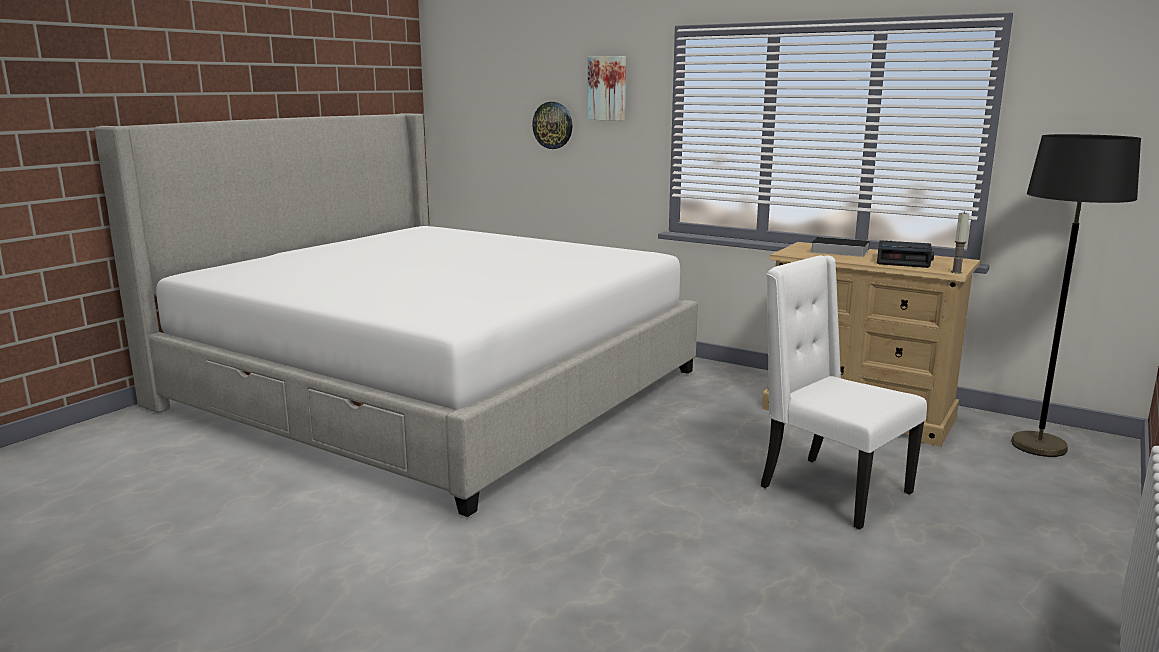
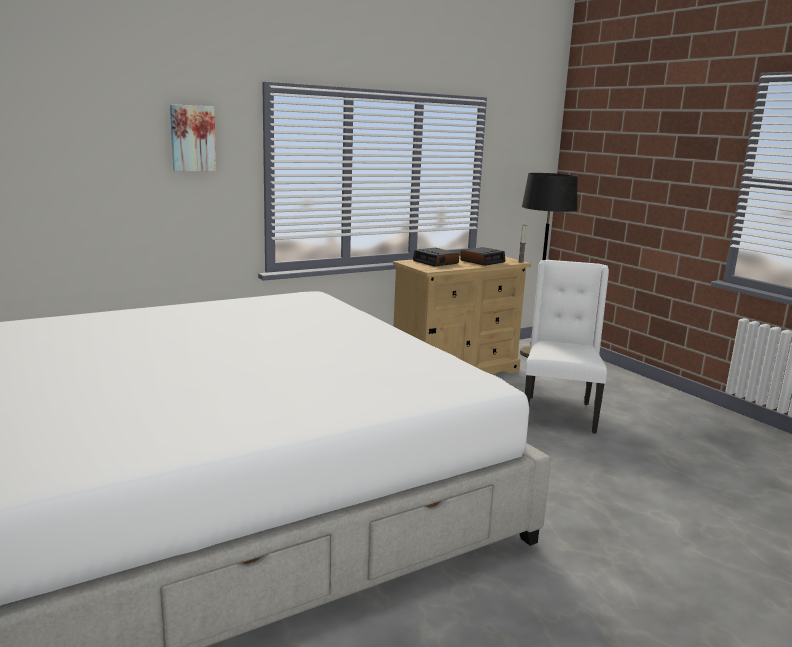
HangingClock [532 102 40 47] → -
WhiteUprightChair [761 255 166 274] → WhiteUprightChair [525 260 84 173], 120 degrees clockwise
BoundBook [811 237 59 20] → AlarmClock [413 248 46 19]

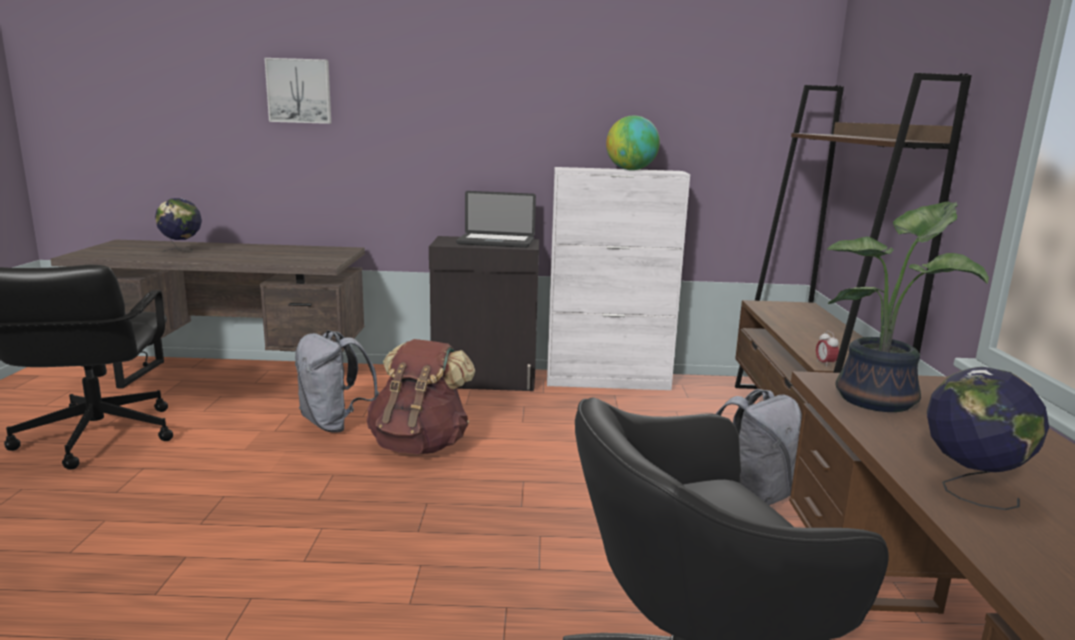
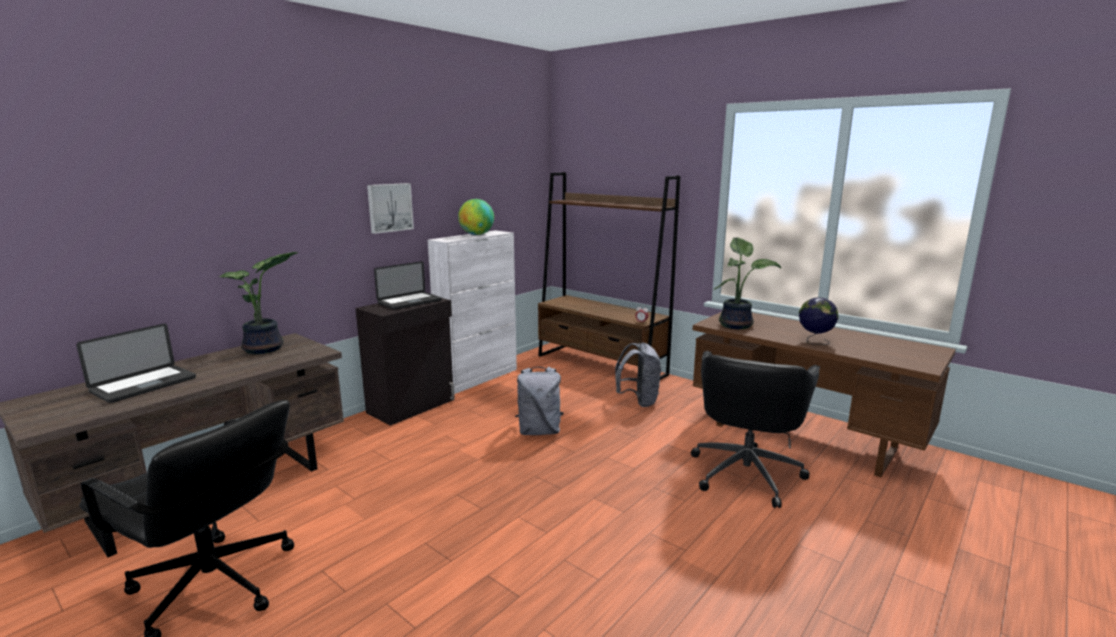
DeskGlobe [155 198 47 54] → NotebookComputer [76 324 120 79]
WallPicture [265 58 66 66] → WallPicture [367 183 47 51], moved
GreyKnapsack [295 331 84 102] → GreyKnapsack [515 367 49 68], moved
BrownishKnapsack [367 339 108 115] → -
- → PottedPlant [219 252 79 102]

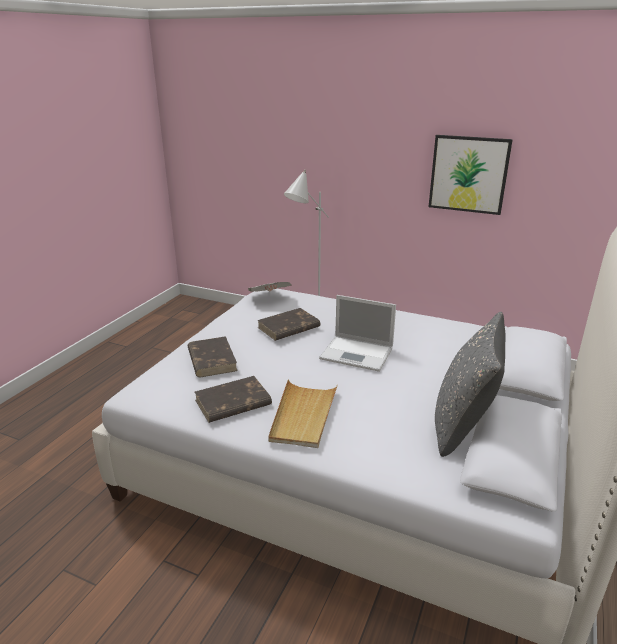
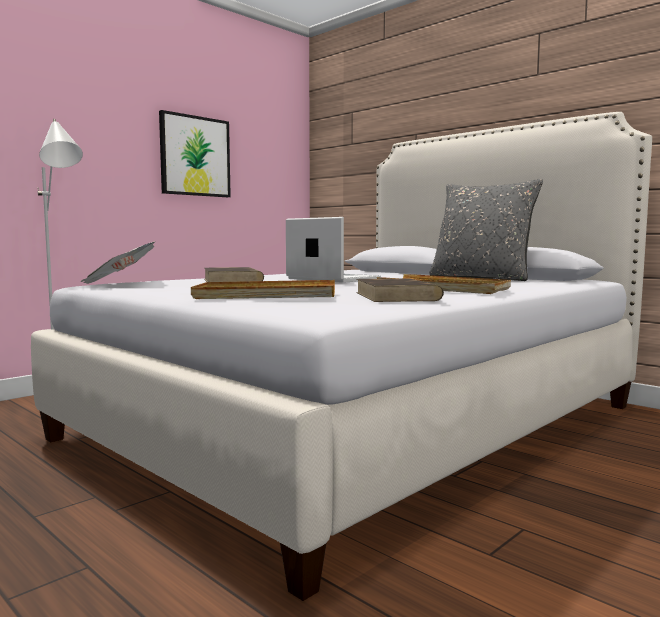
BrownishBoundBook [188 336 50 41] → SandColouredCarryingTray [191 280 144 19]
NotebookComputer [319 295 77 77] → NotebookComputer [286 217 95 66], 90 degrees counterclockwise

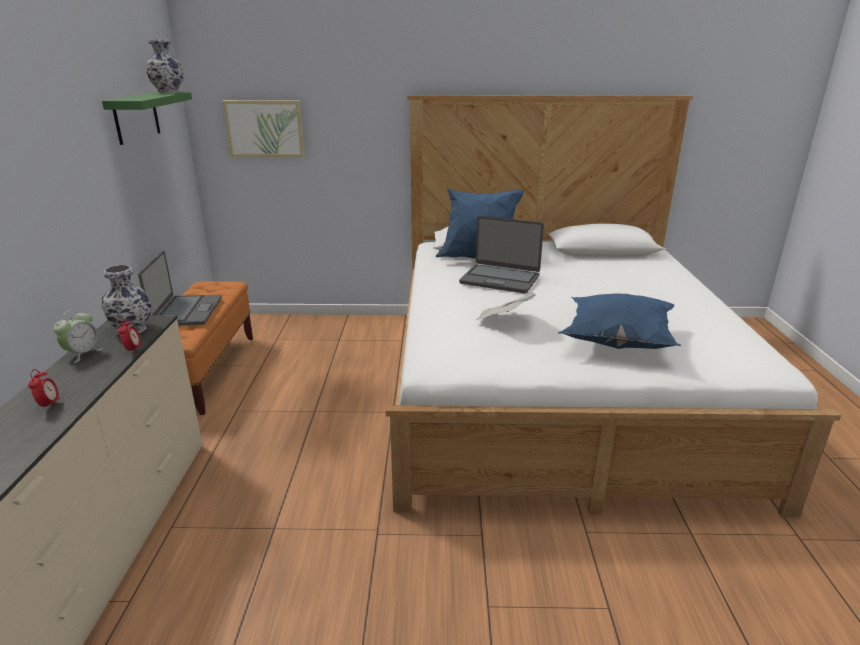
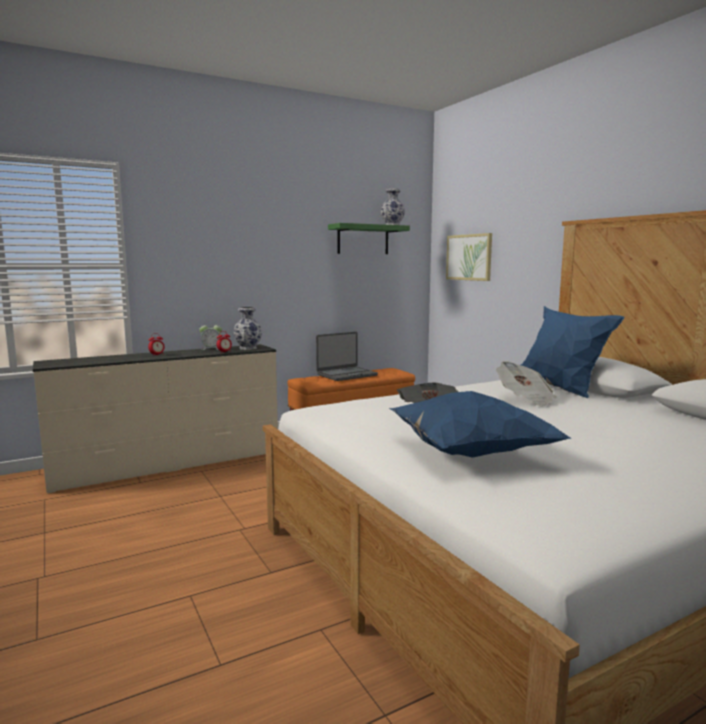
NotebookComputer [459 216 85 77] → DailyPaper [496 361 61 46]

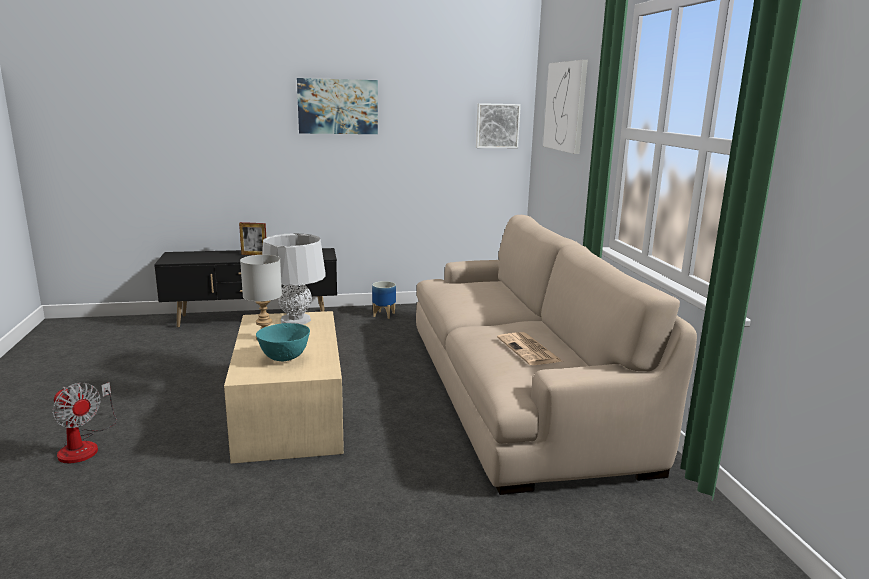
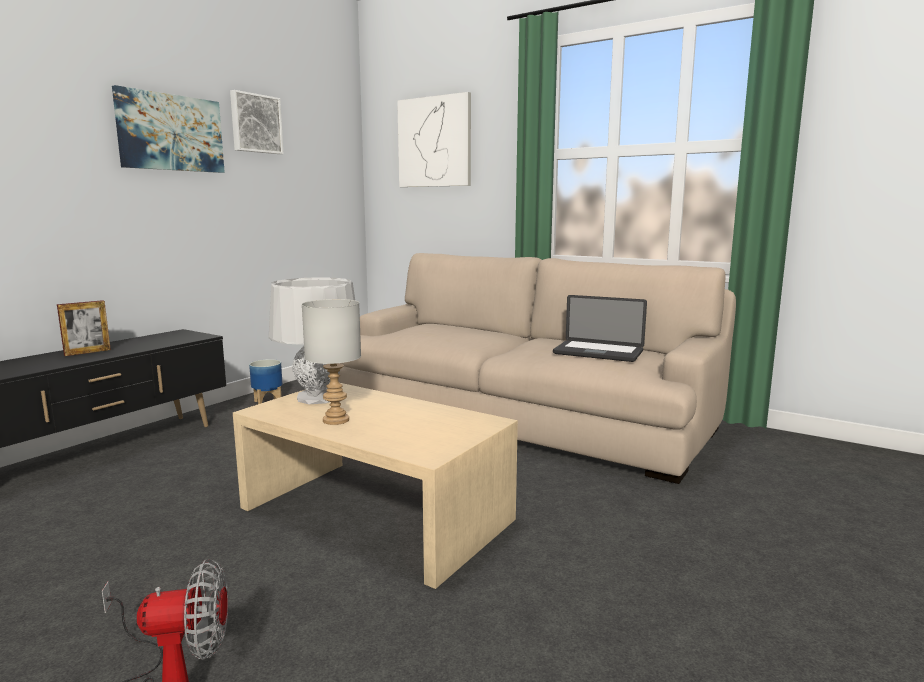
BlueGreenBowl [256 323 54 38] → -
WallPicture [476 103 45 45] → WallPicture [230 90 54 64], moved
DailyPaper [497 332 65 33] → NotebookComputer [553 295 94 67]

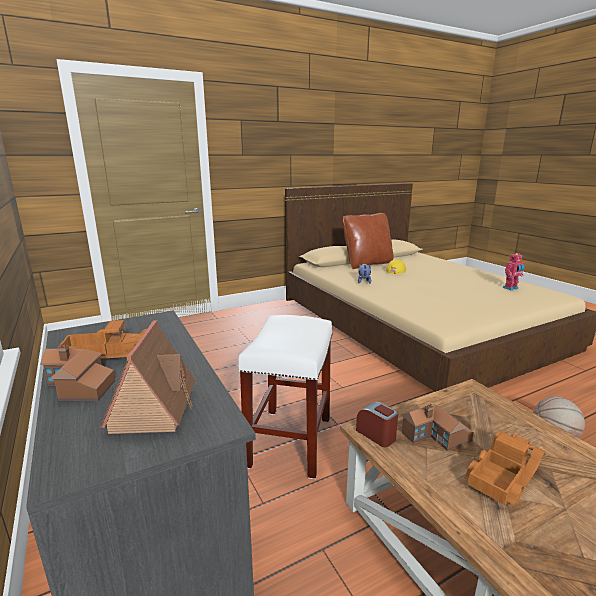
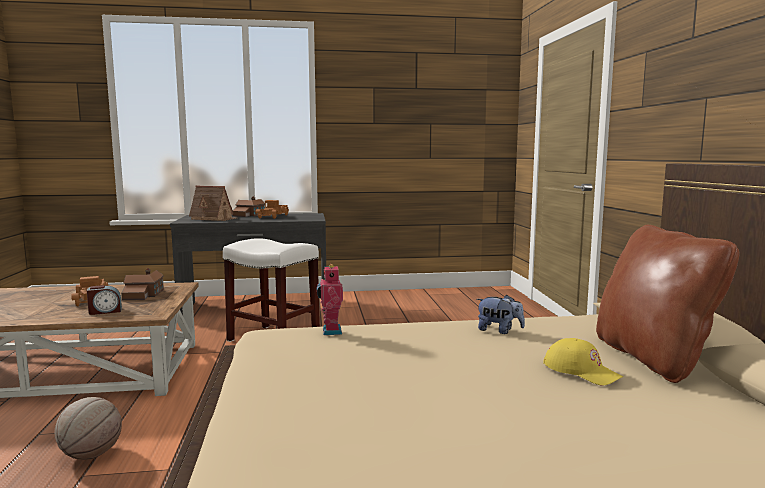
AlarmClock [356 402 42 45] → AlarmClock [87 285 35 30], moved
RobotFigure [503 253 21 37] → RobotFigure [317 264 26 71], moved

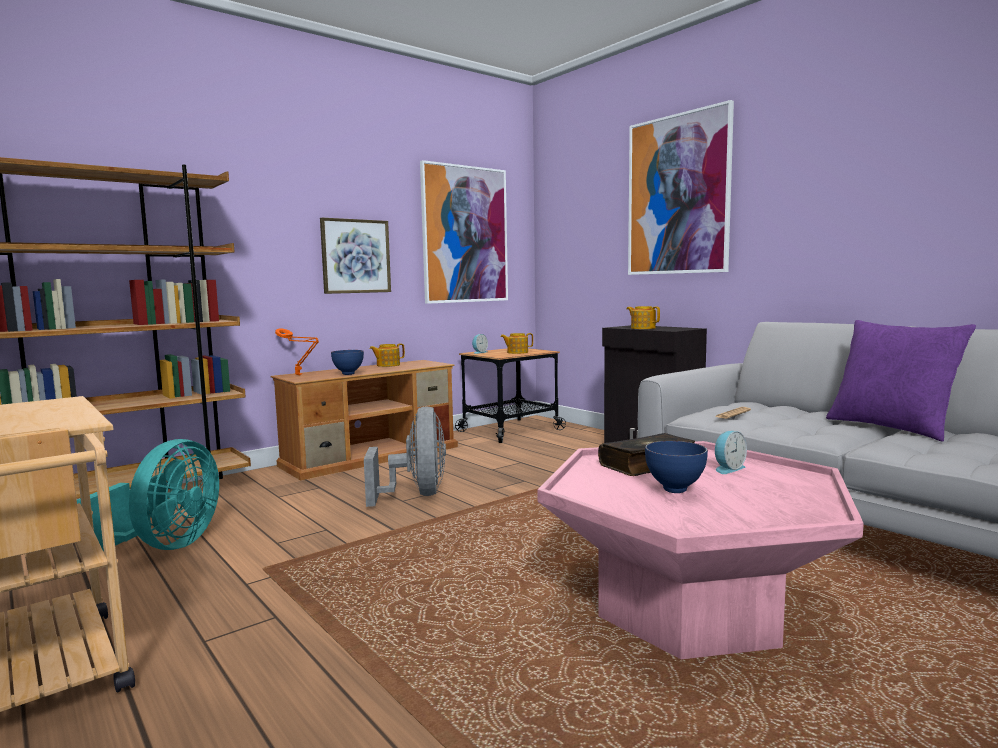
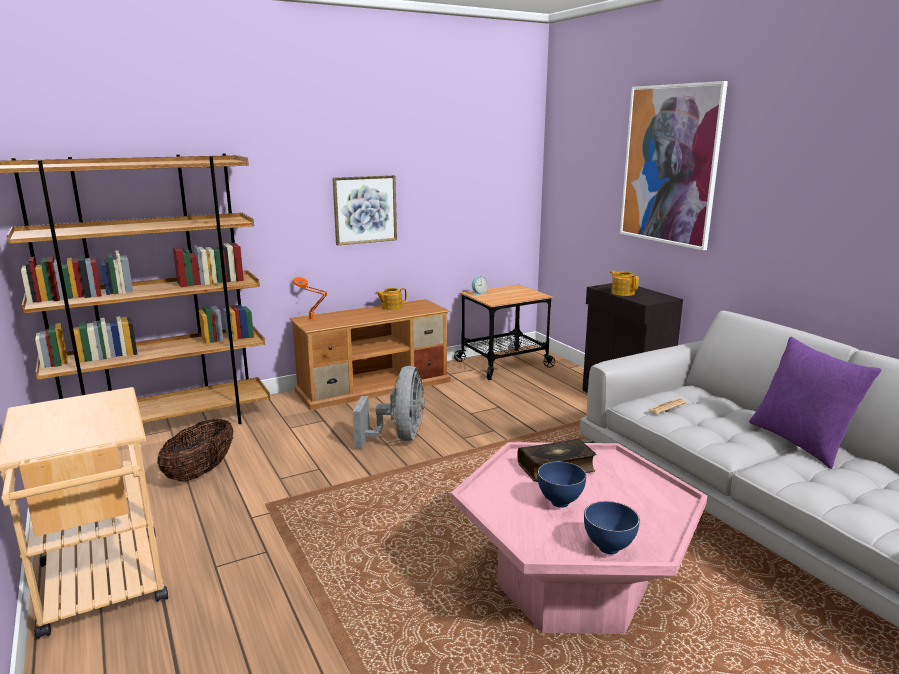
BlueGreenElectricFan [77 439 142 113] → HouseholdBasket [157 419 77 63]
BlueBowl [331 350 33 25] → BlueBowl [584 501 56 53], moved
WallPicture [420 160 88 144] → -
TeaPot [501 333 32 21] → -
AlarmClock [715 431 32 43] → -

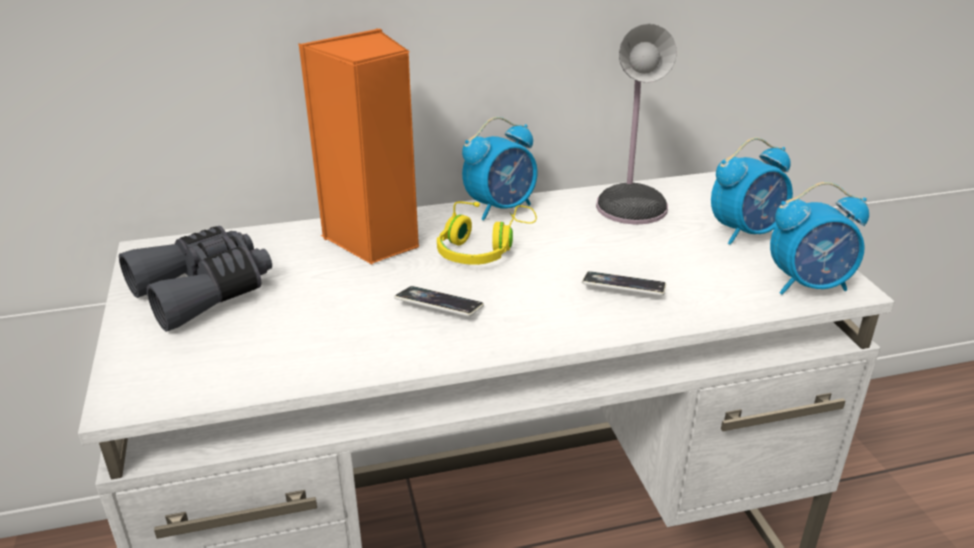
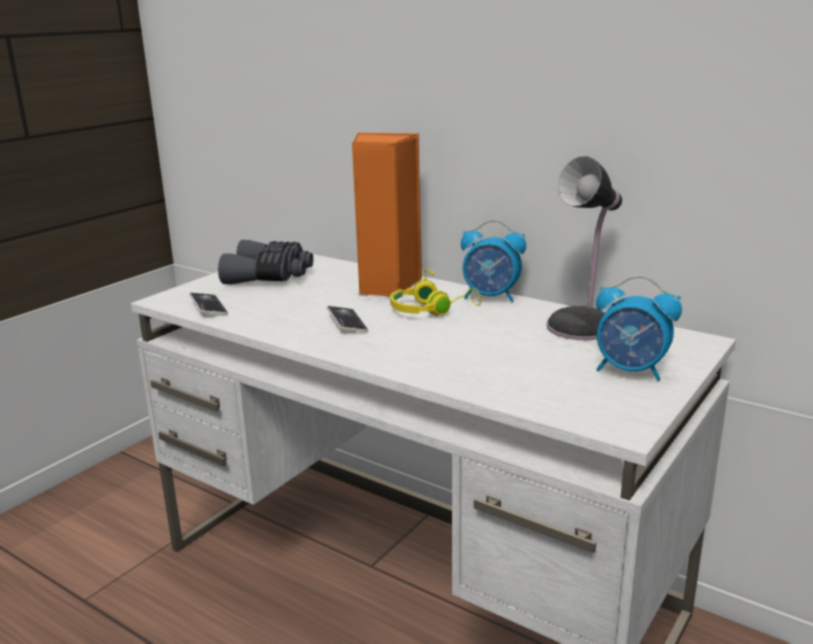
Phone [582 271 84 24] → Phone [189 293 39 21], moved
AlarmClock [770 182 99 113] → -

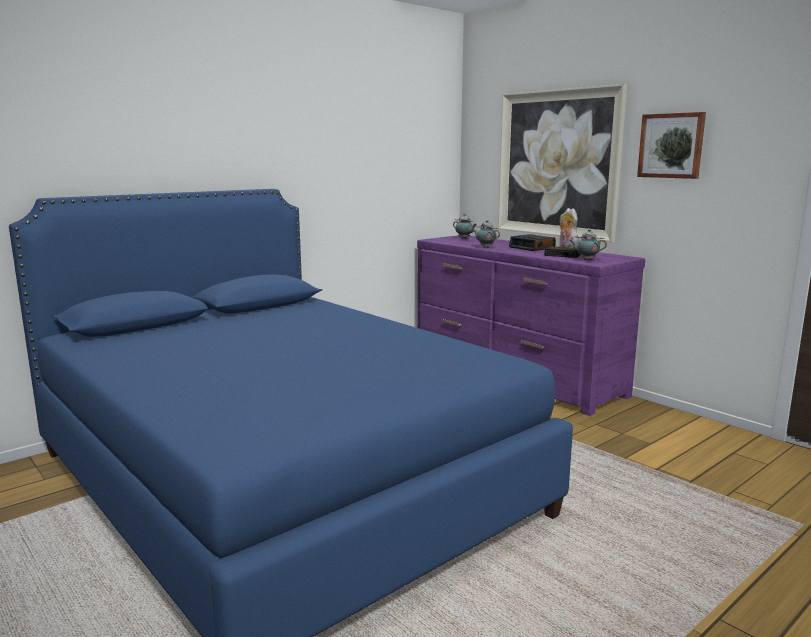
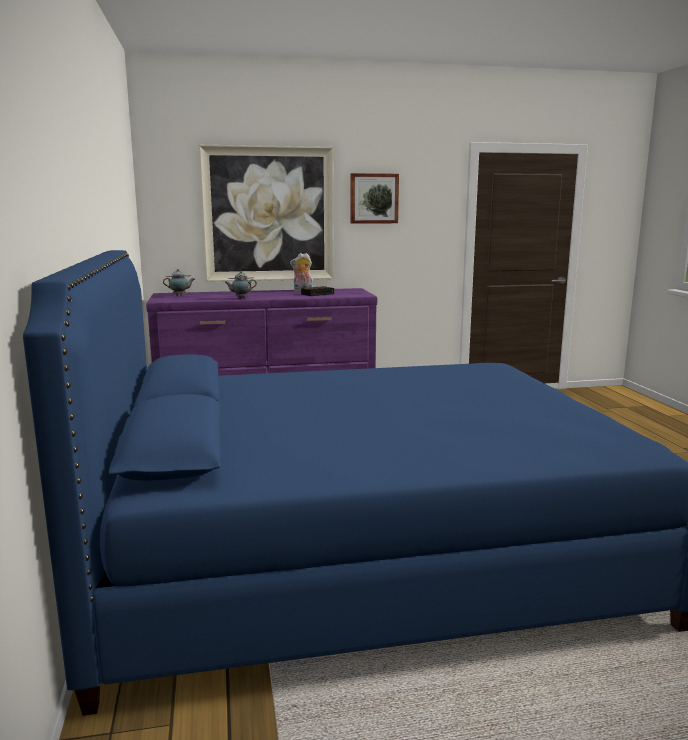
AlarmClock [509 234 47 17] → -
TeaPot [570 229 37 32] → -

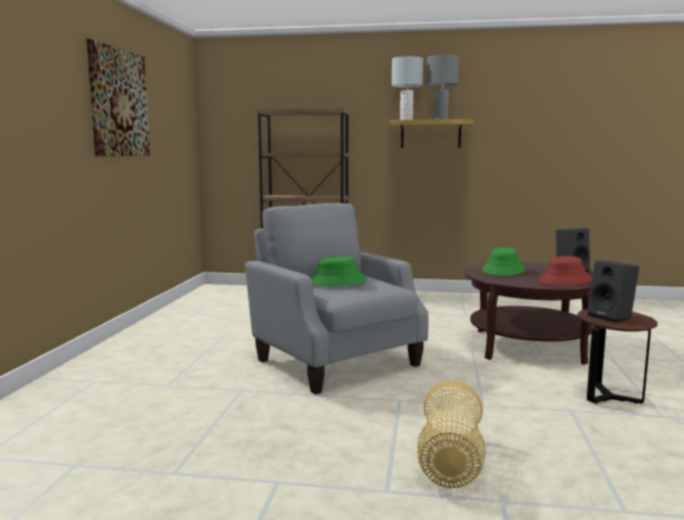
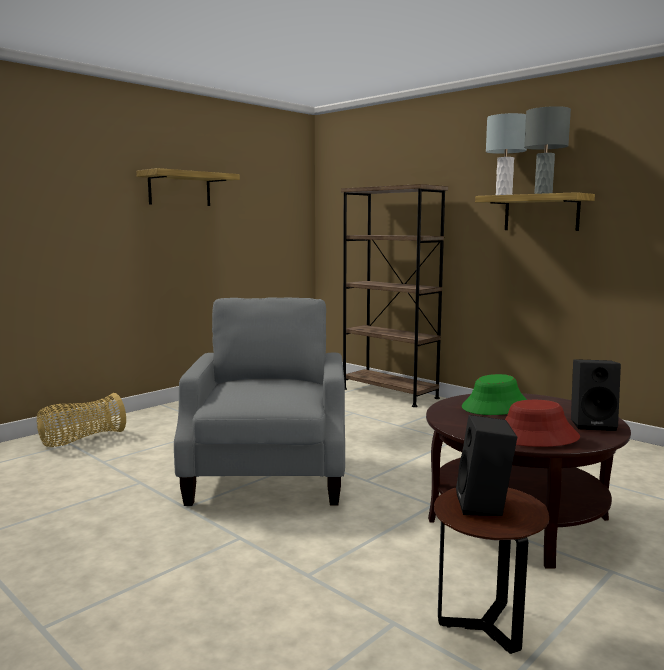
WallPicture [87 39 63 117] → WallShelf [136 168 104 38]
GreenColouredWearableHat [311 256 56 30] → -
HouseholdBasket [417 381 69 107] → HouseholdBasket [37 393 89 54], moved

